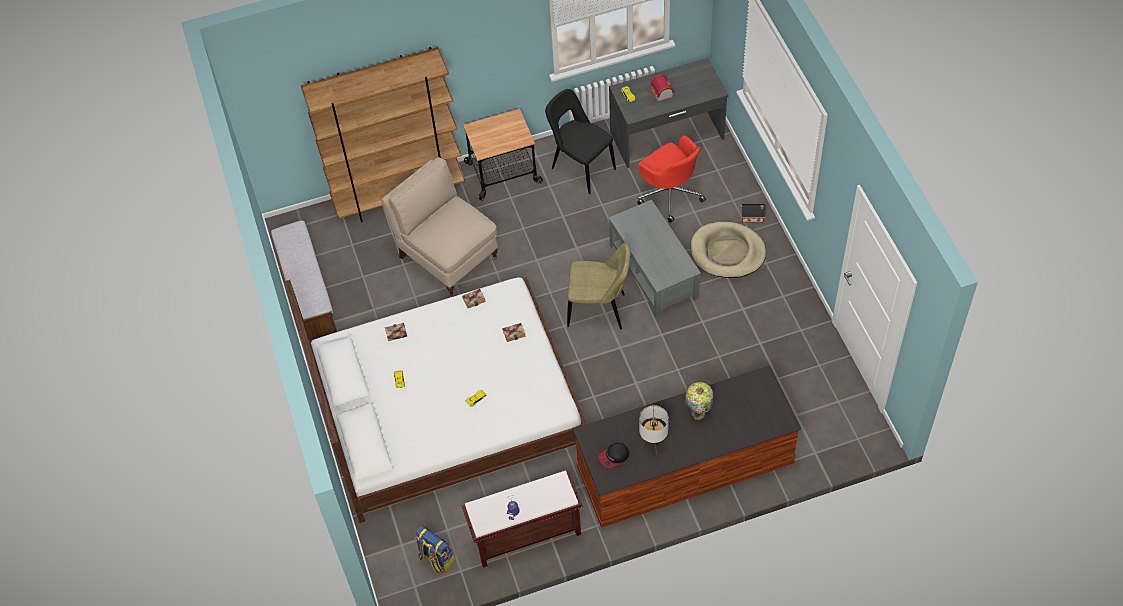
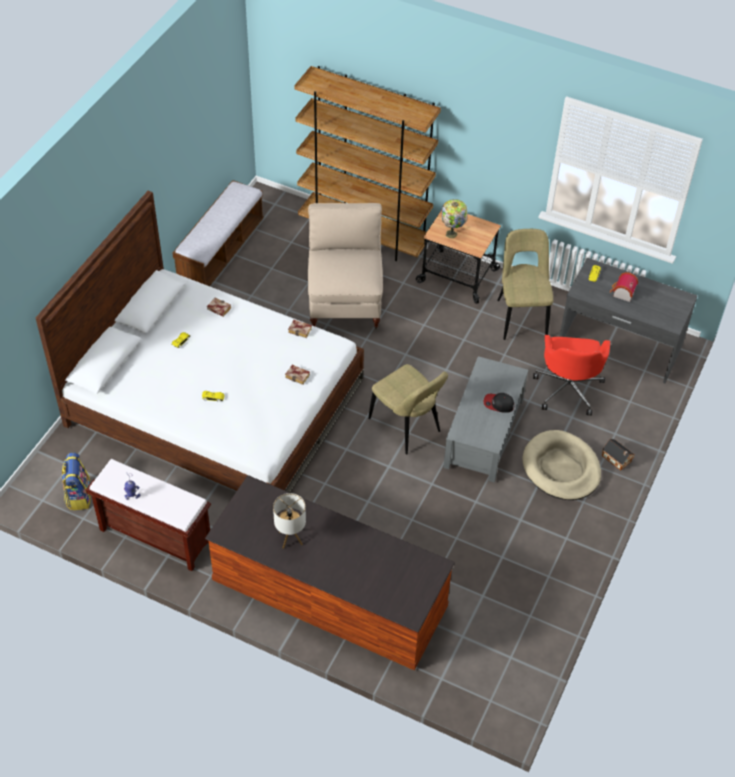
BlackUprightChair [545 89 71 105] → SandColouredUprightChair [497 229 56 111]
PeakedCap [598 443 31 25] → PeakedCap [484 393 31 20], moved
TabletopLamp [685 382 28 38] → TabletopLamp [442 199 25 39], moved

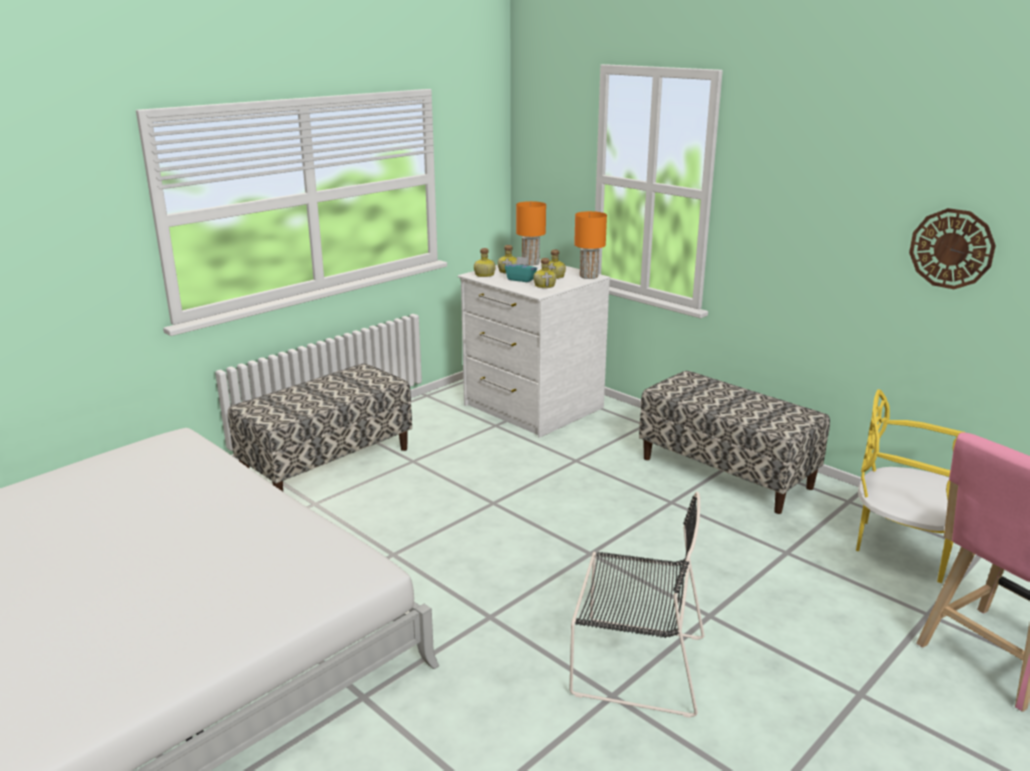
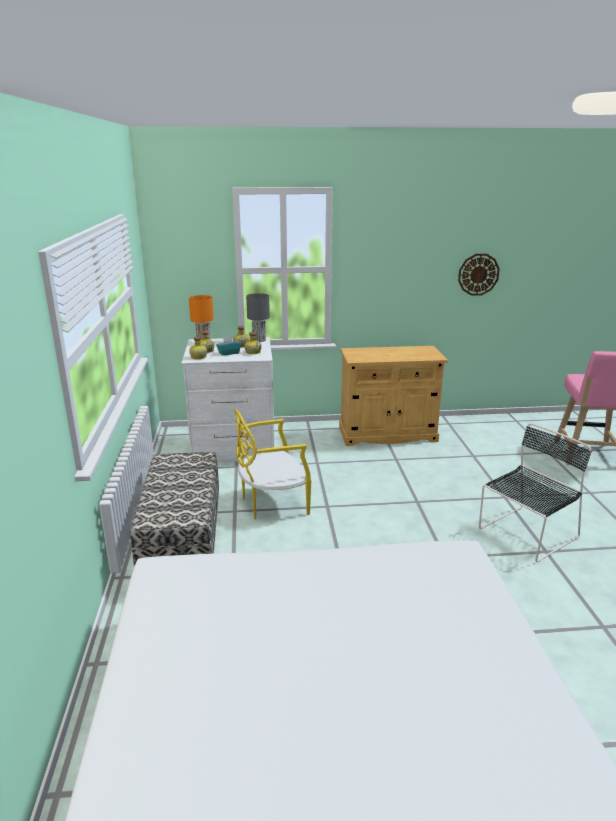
OrangeTabletopLamp [574 211 33 68] → GreyTabletopLamp [246 293 24 49]
Bench [639 371 191 143] → SandColouredStorageCabinet [339 346 109 100]
YellowColouredUprightChair [856 389 110 194] → YellowColouredUprightChair [234 409 77 110], moved

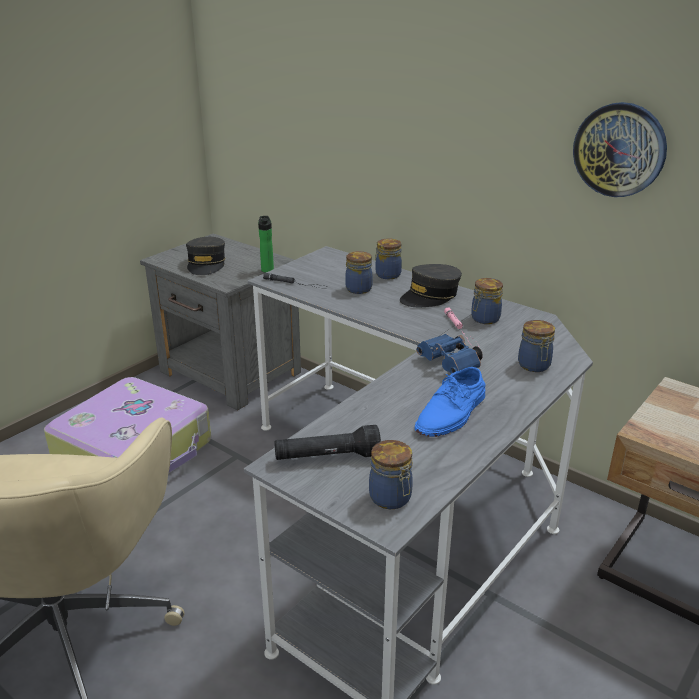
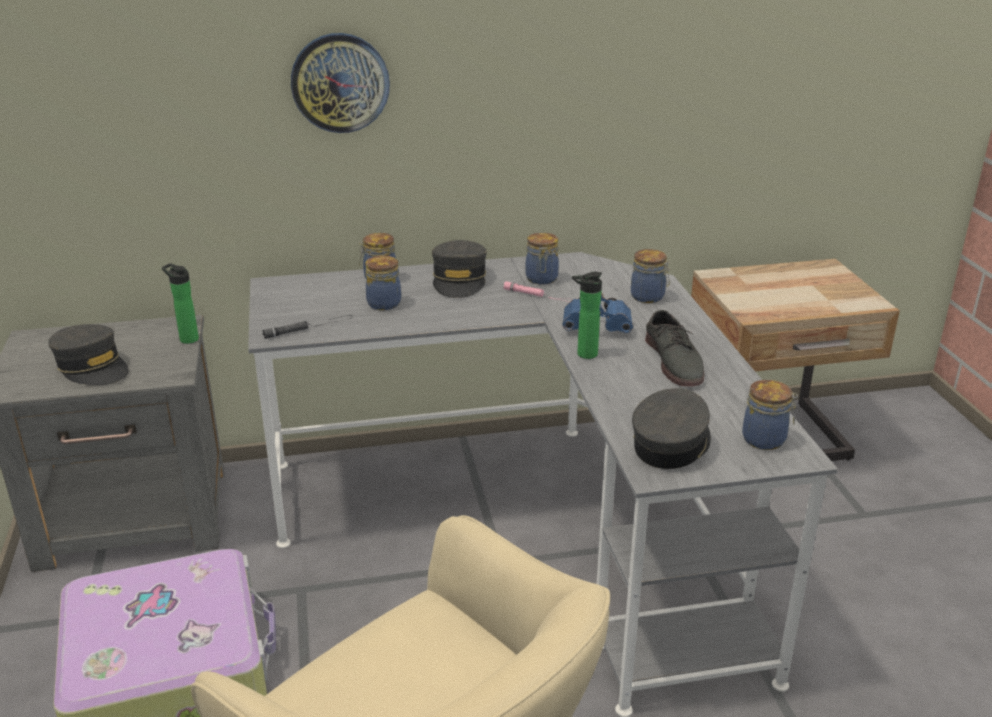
BlackTorch [274 425 107 35] → GreyPeakedCap [632 388 79 81]
BlueShoe [414 367 72 70] → GreyShoe [645 310 59 76]
HangingClock [573 102 94 95] → HangingClock [291 33 99 100], moved
- → Bottle [572 272 30 87]

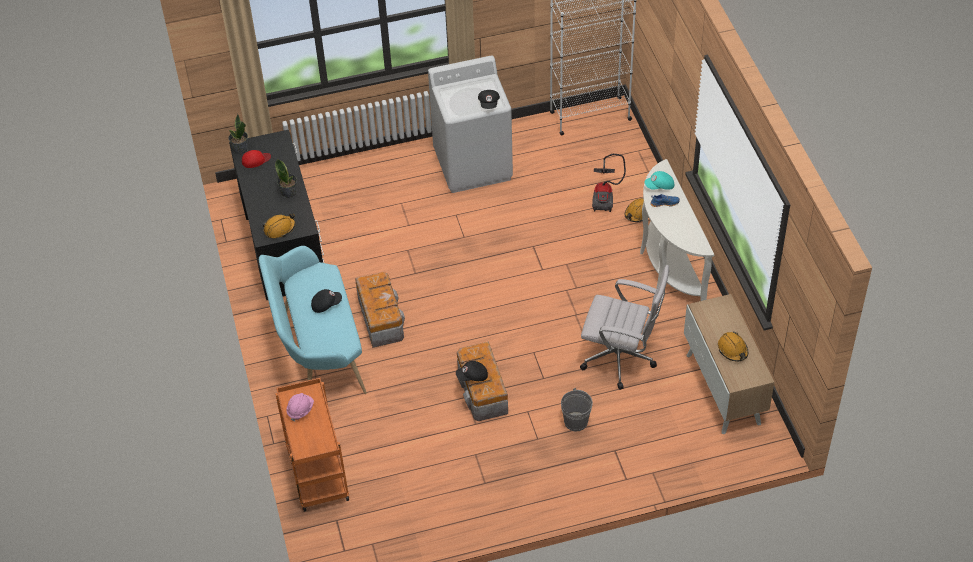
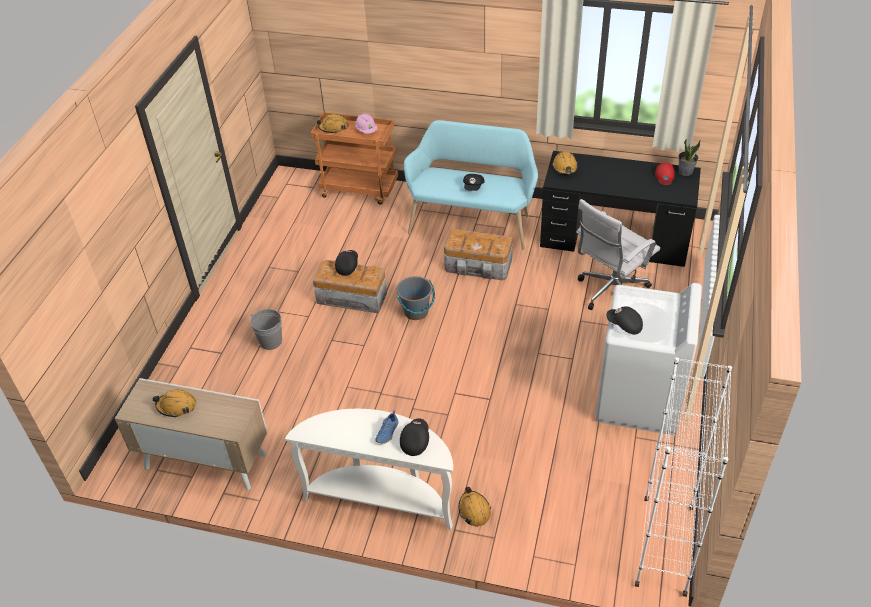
PottedPlant [275 159 22 39] → -
WhiteOfficeChair [580 265 89 125] → WhiteOfficeChair [576 199 84 111], moved
VacuumCleaner [592 154 34 58] → -
BlueGreenPeakedCap [644 171 30 19] → BlackPeakedCap [400 418 29 38]
- → OrangeHardHat [317 114 31 20]
- → GreyPail [397 276 38 44]

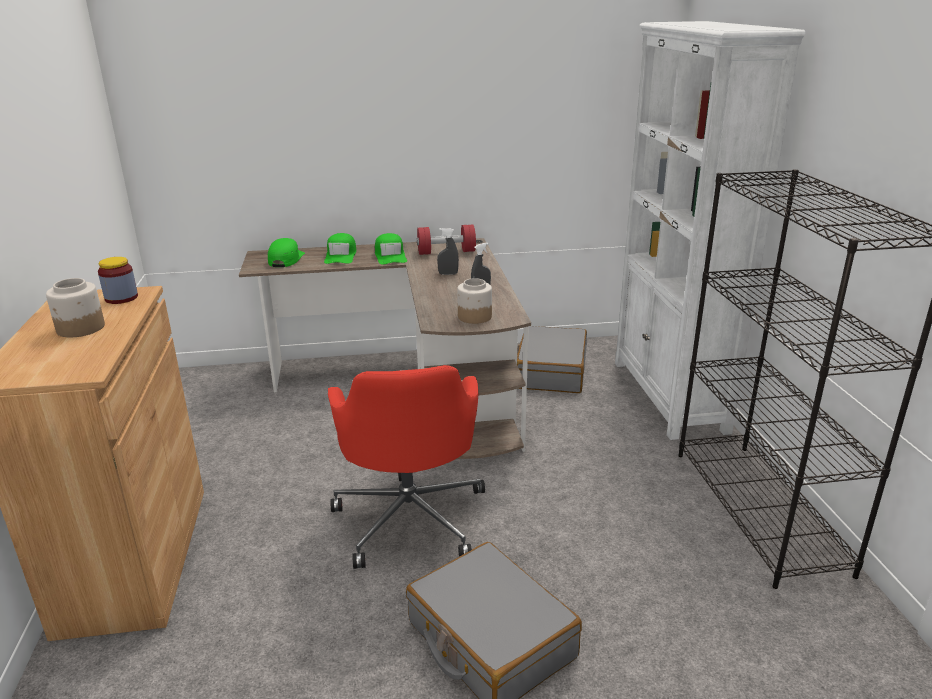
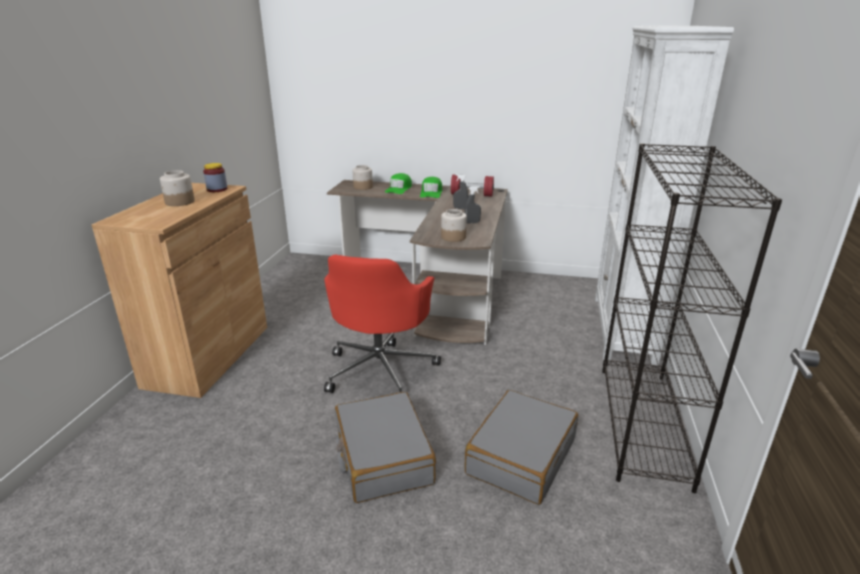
GreenColouredPeakedCap [268 238 37 29] → Jar [352 165 21 25]
GreyPieceOfLuggage [517 326 70 67] → GreyPieceOfLuggage [465 390 113 115], moved

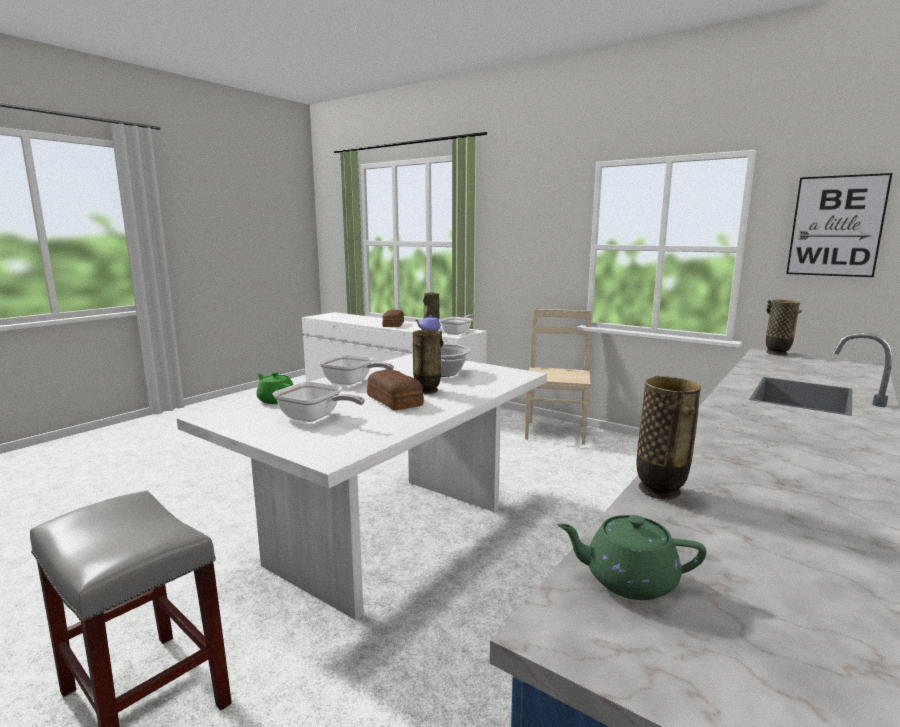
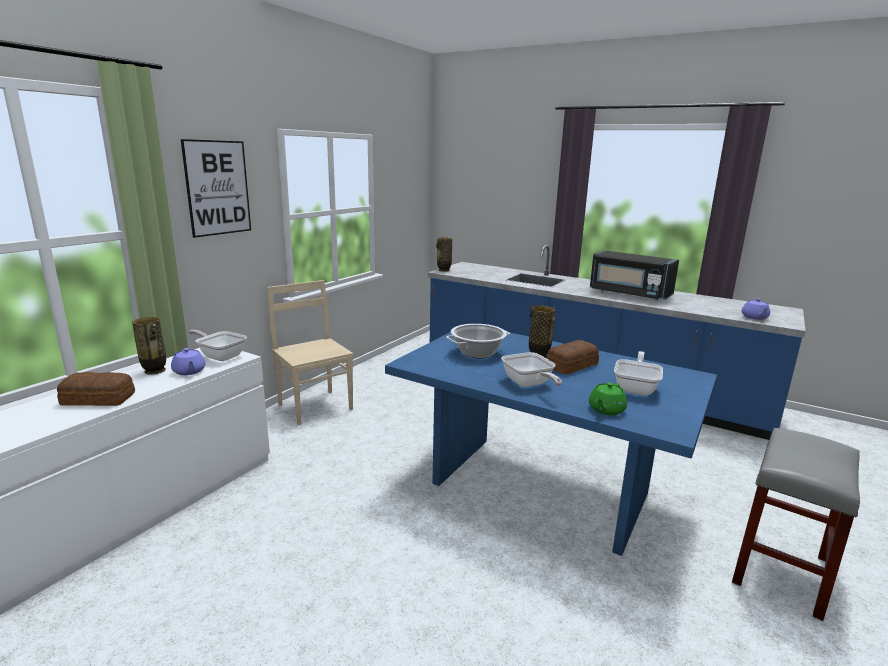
WhiteDiningTable [177 353 370 267] → BlueDiningTable [385 332 332 224]
FryingPan [318 355 76 30] → FryingPan [501 352 61 35], 135 degrees clockwise
SandColouredUprightChair [525 309 66 135] → SandColouredUprightChair [268 280 85 145], 45 degrees clockwise
GreenColouredTeaPot [557 515 150 85] → PurpleColouredTeaPot [742 298 28 22]
FlowerVase [636 375 65 125] → -
WallPicture [786 173 106 104] → WallPicture [181 139 70 99], moved
- → BlackKitchenMicrowave [590 251 89 50]

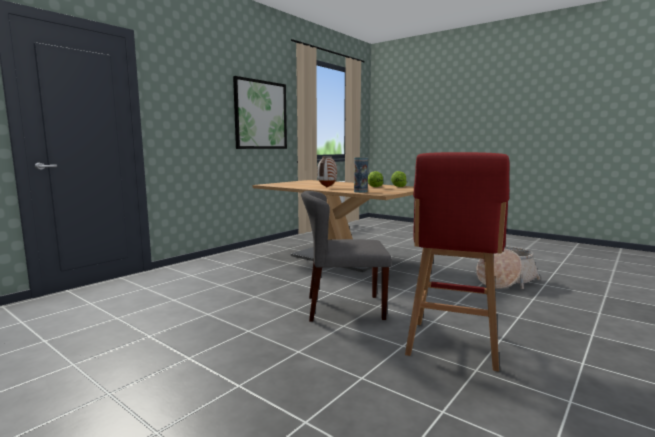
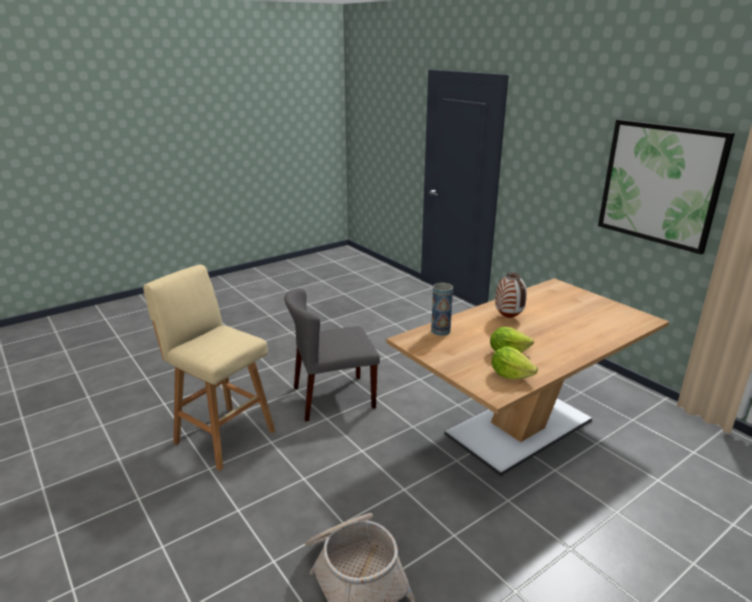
GreyUprightChair [301 191 91 131] → GreyUprightChair [284 288 96 134], 120 degrees counterclockwise
RedColouredSittingStool [405 152 105 220] → SandColouredSittingStool [143 265 132 206]

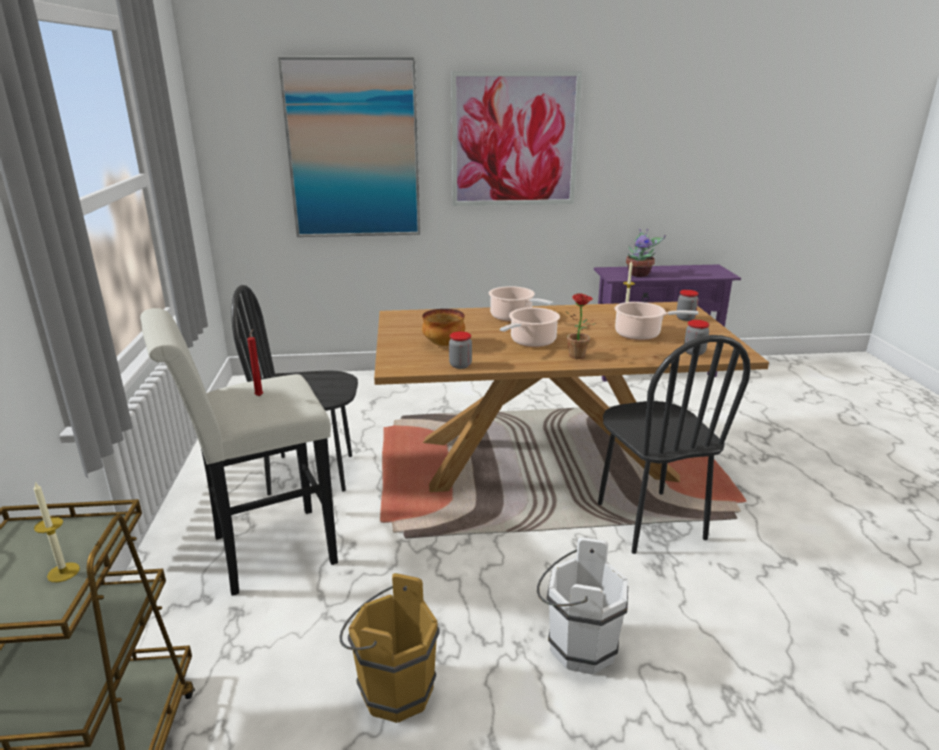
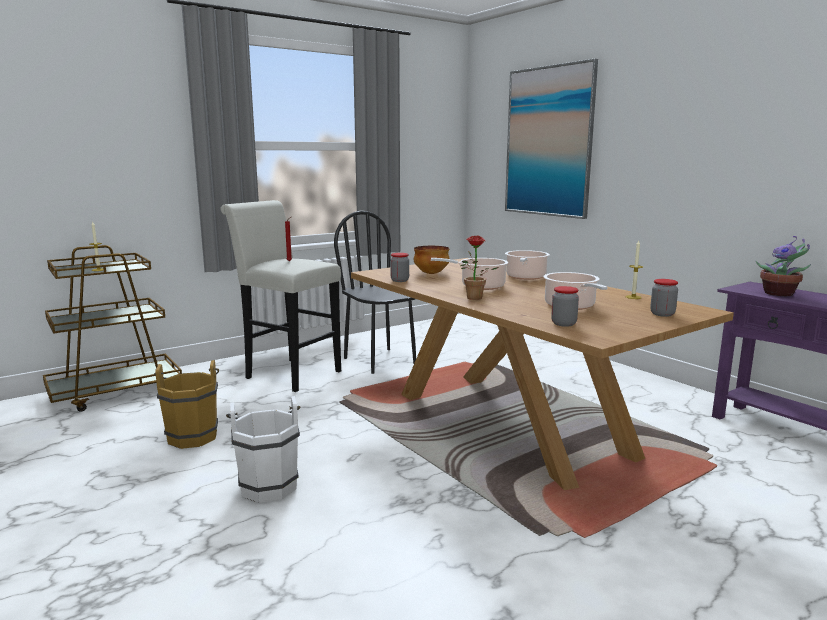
WallPicture [451 71 131 135] → -
BlackUprightChair [598 335 153 219] → -

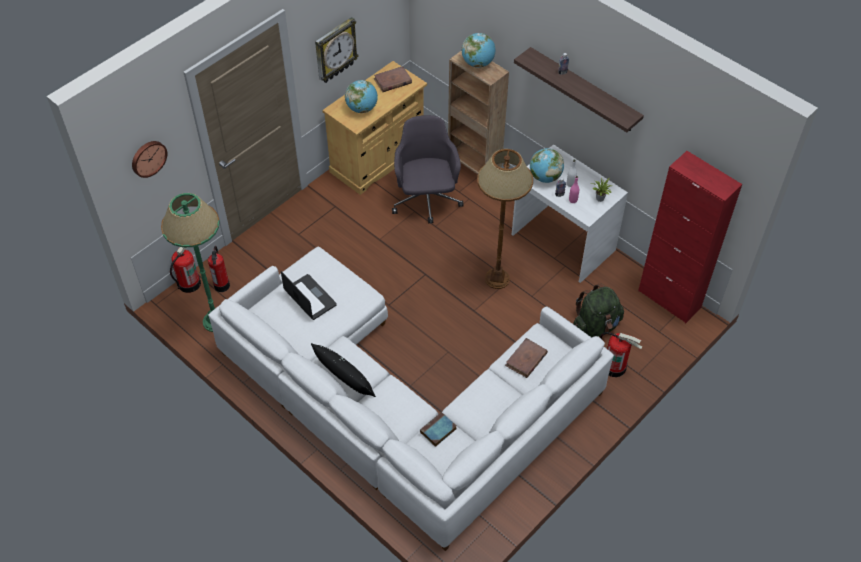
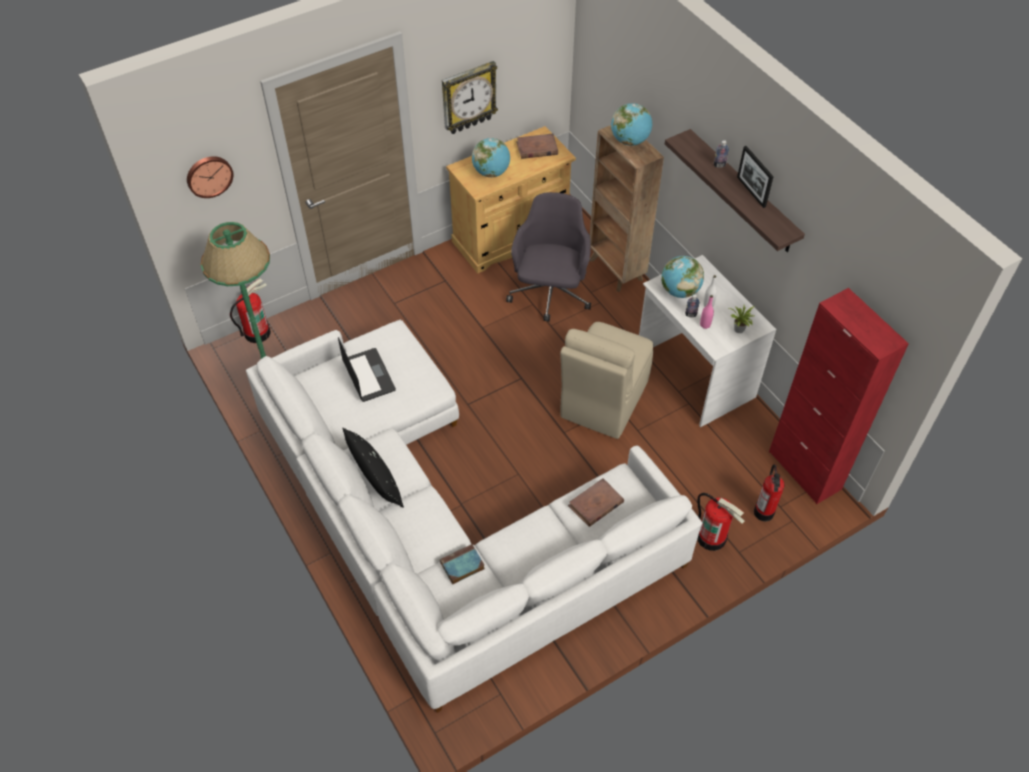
Extinguisher [208 246 22 46] → Extinguisher [754 464 31 57], moved
BrownishStandingLamp [478 149 55 140] → SandColouredUprightChair [560 322 93 117]
GreenColouredKnapsack [573 283 51 54] → -
- → StandingFrame [737 146 37 62]

